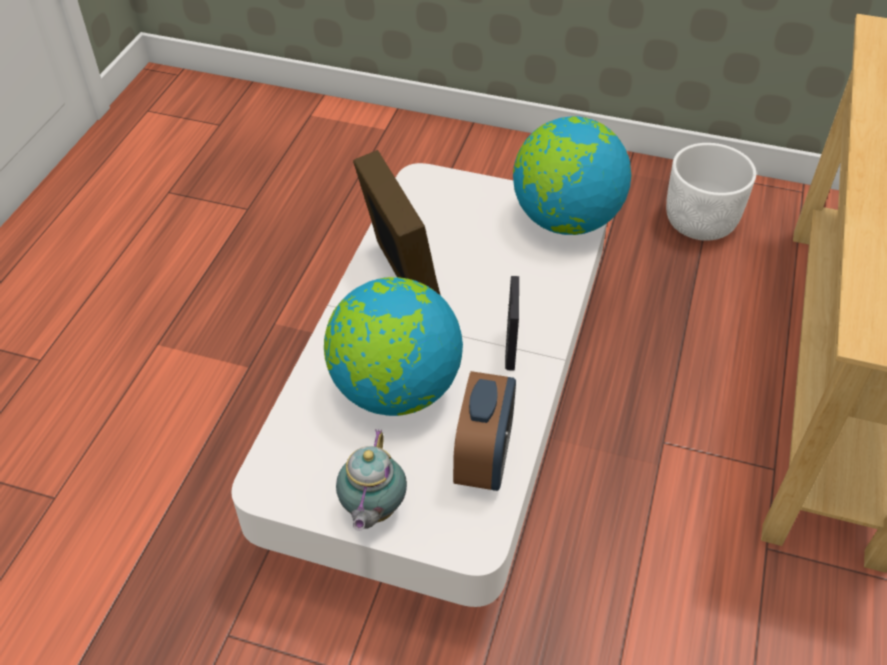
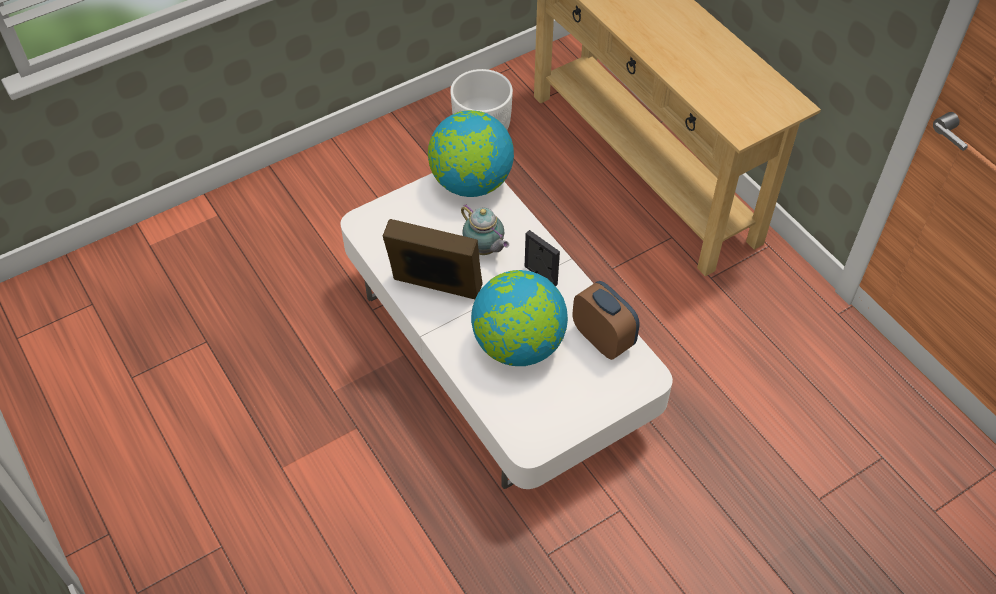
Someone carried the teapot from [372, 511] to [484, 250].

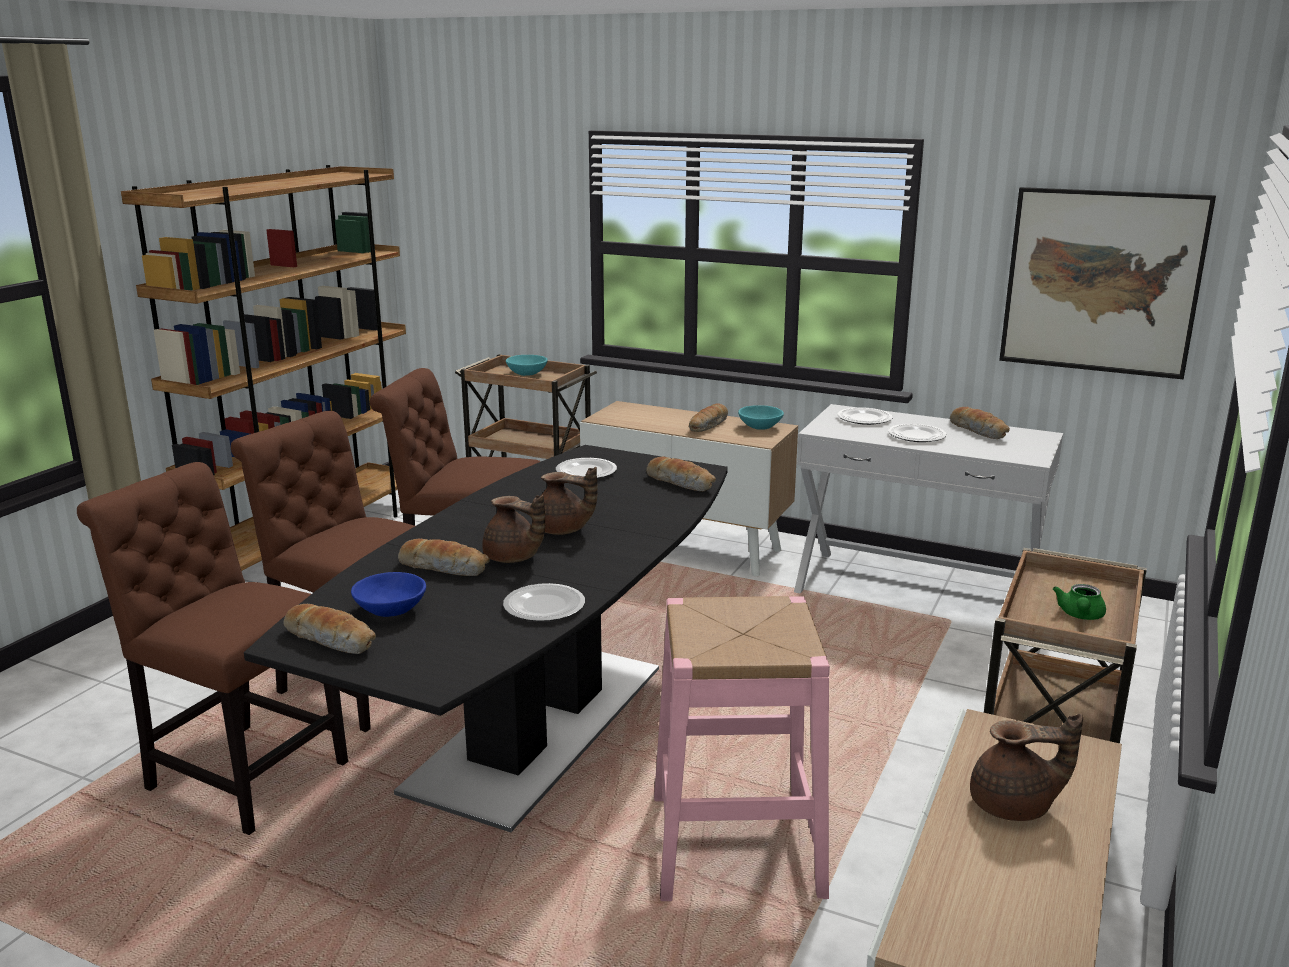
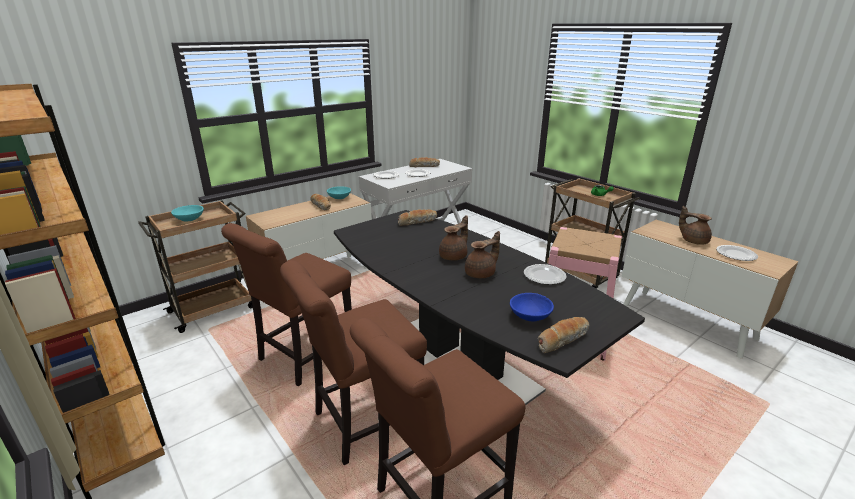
Someone rotated the brown teapot at [1014, 806] by 75 degrees counterclockwise. Someone carried the plate from [585, 472] to [736, 254]. Someone took away the bread at [445, 568]. Someone took away the picture at [1101, 281].

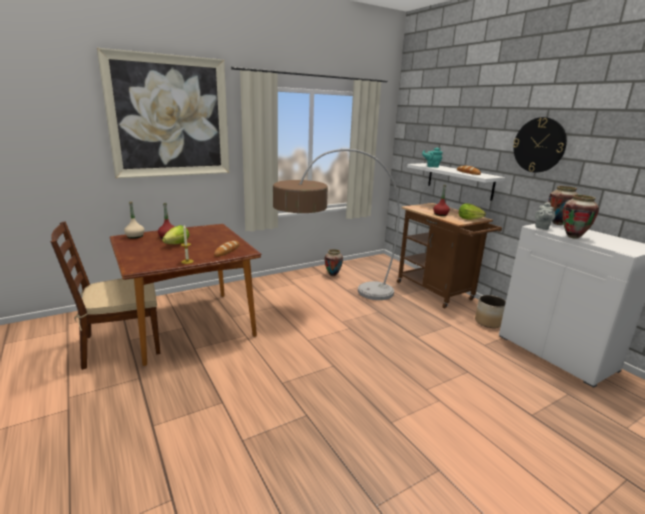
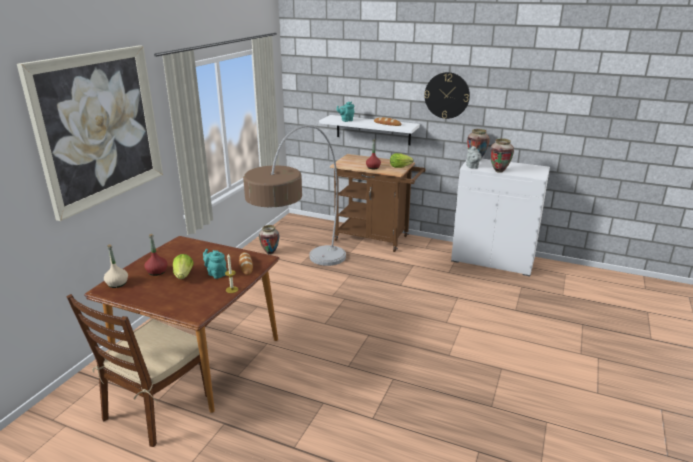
Someone put down the turquoise teapot at [216, 274]. Someone took away the planter at [488, 322].

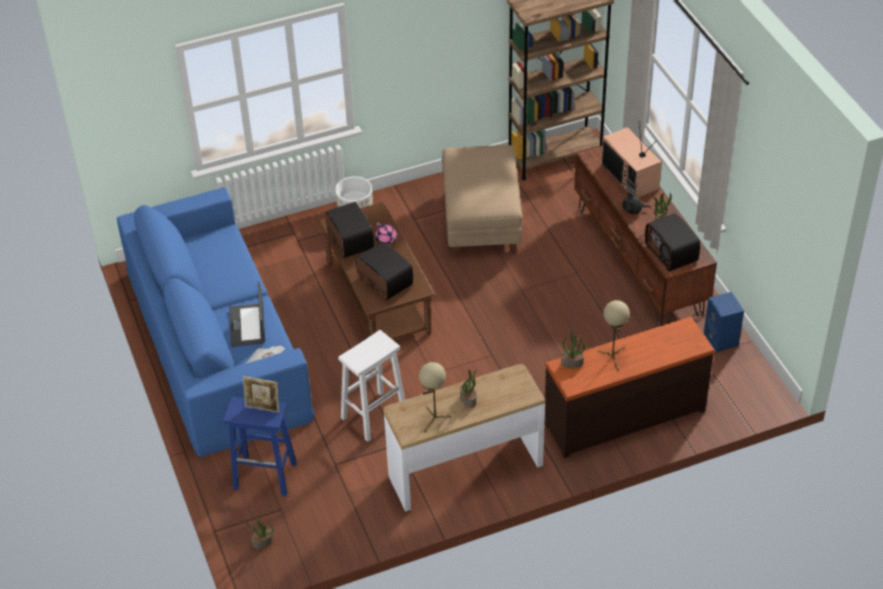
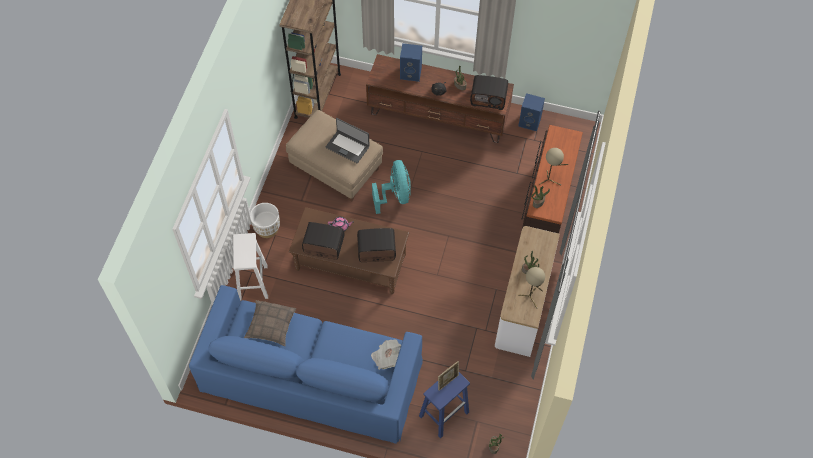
Someone carried the white stool from [375, 415] to [252, 282]. Someone put down the pillow at [271, 325]. Someone carried the laptop from [248, 325] to [347, 146]. Someone put down the turquoise fan at [395, 196]. Someone swapped the television at [631, 176] for the blue speaker at [411, 73].

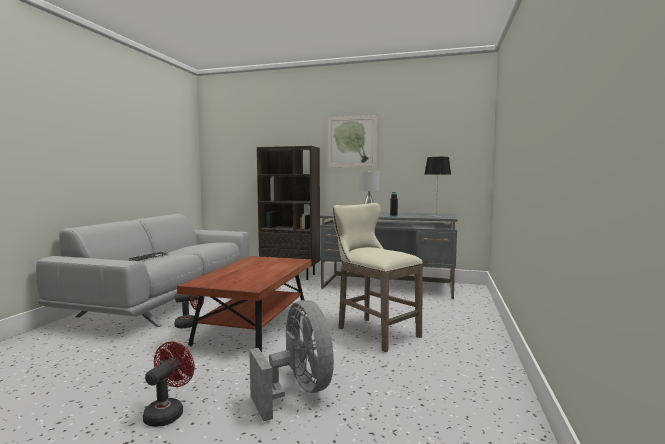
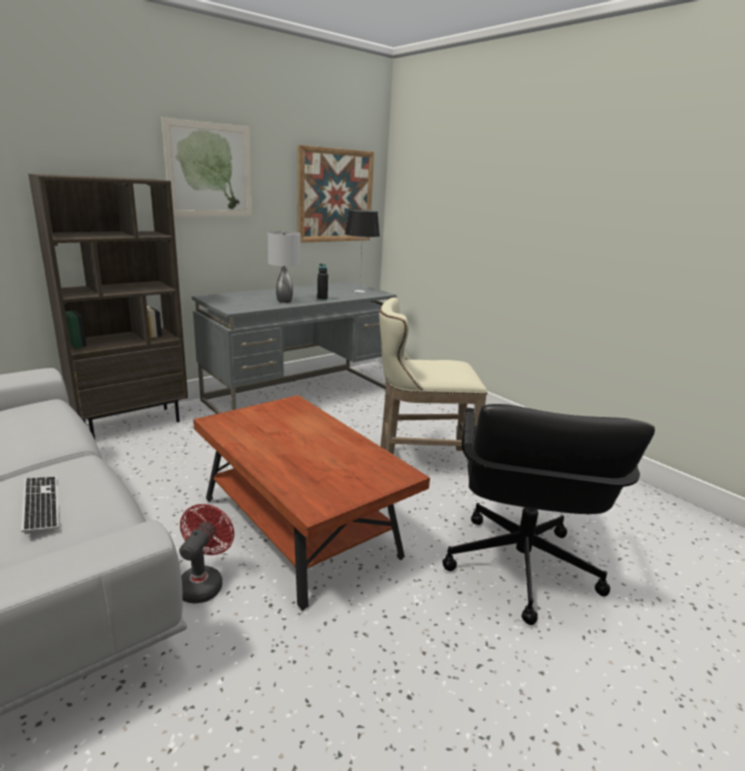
Someone put up the picture at [335, 196]. Someone swapped the grey fan at [298, 391] for the black office chair at [519, 567]. Someone took away the red fan at [168, 412].

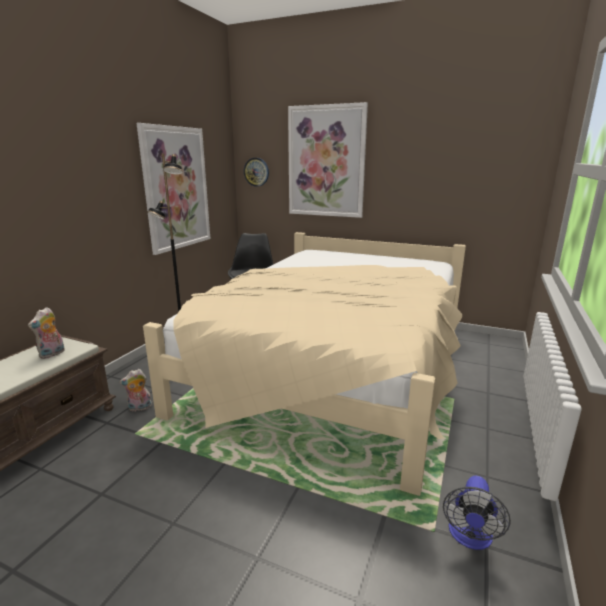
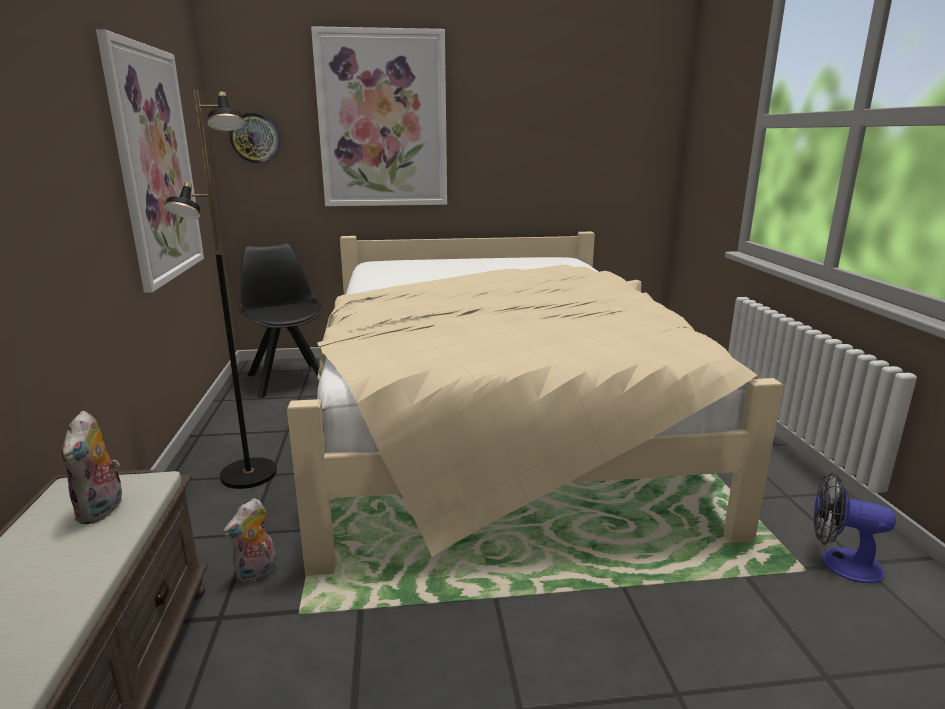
Someone rotated the fan at [470, 537] by 120 degrees clockwise.

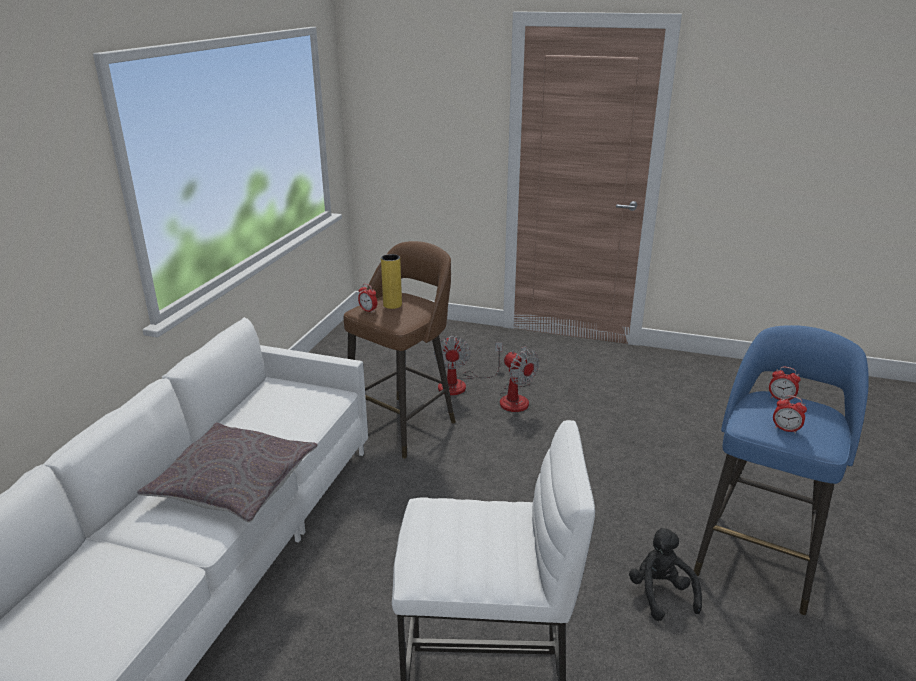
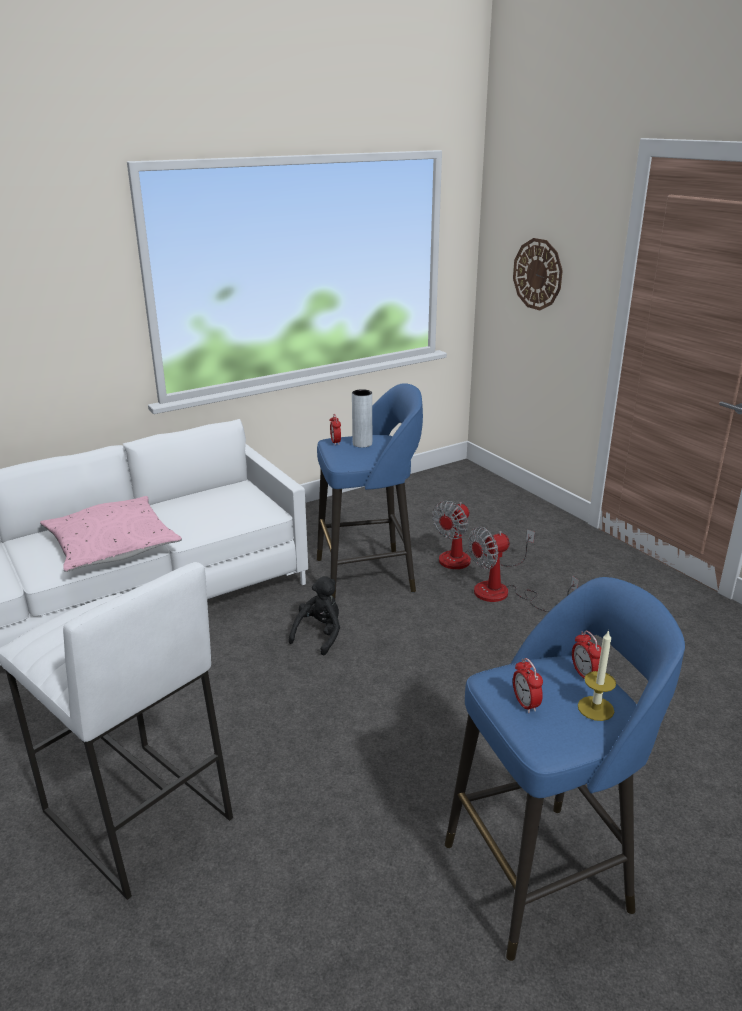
Someone repainted the grey pillow at [234, 483], which became the pink pillow at [112, 546]. Someone carried the black plush toy from [660, 594] to [319, 635]. Someone repainted the brown stool at [404, 425], which became the blue stool at [368, 575]. Someone repainted the yellow vase at [392, 305], which became the grey vase at [362, 444]. Someone rotated the fan at [516, 398] by 60 degrees clockwise. Someone put up the wall clock at [538, 274]. Someone put down the candle at [595, 708].

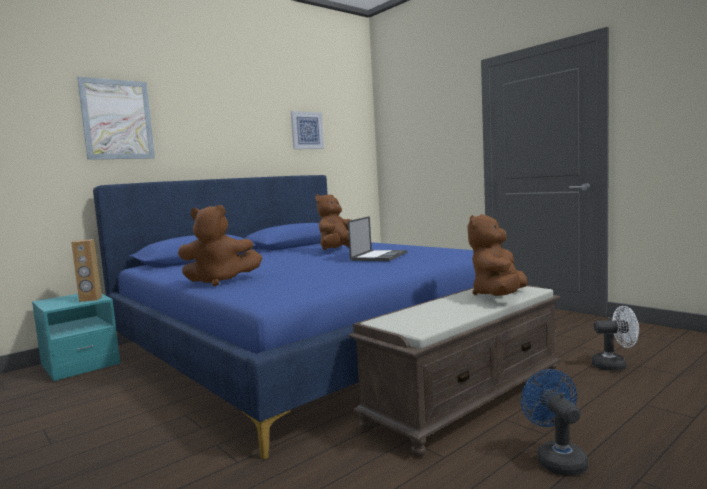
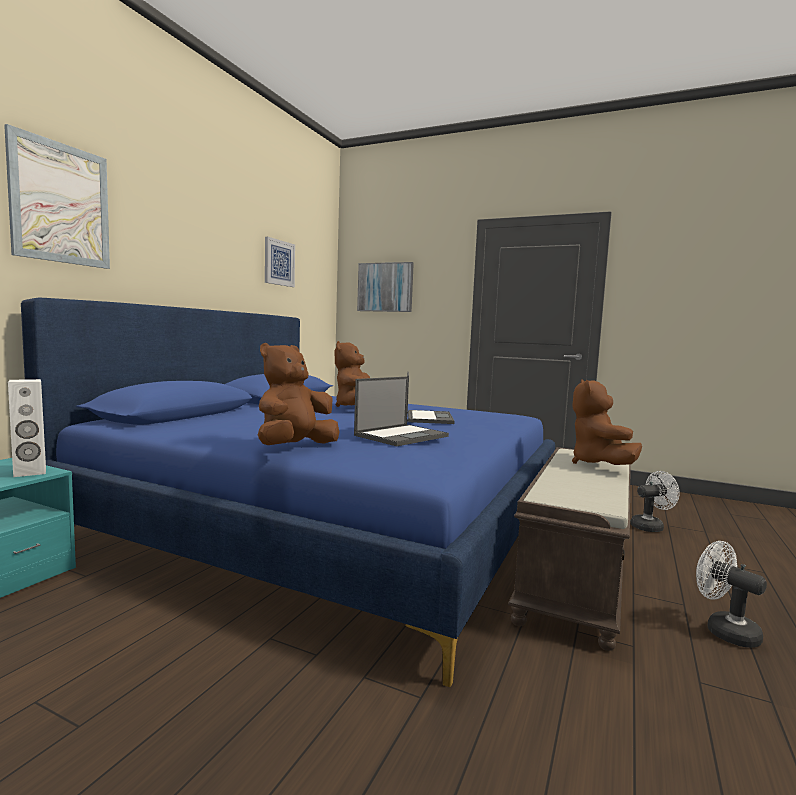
Someone repainted the brown speaker at [90, 299], which became the white speaker at [30, 472]. Someone rotated the brown plush toy at [219, 281] by 150 degrees clockwise. Someone put down the laptop at [402, 436]. Someone put up the picture at [385, 287]. Someone repainted the blue fan at [556, 459], which became the white fan at [724, 630].

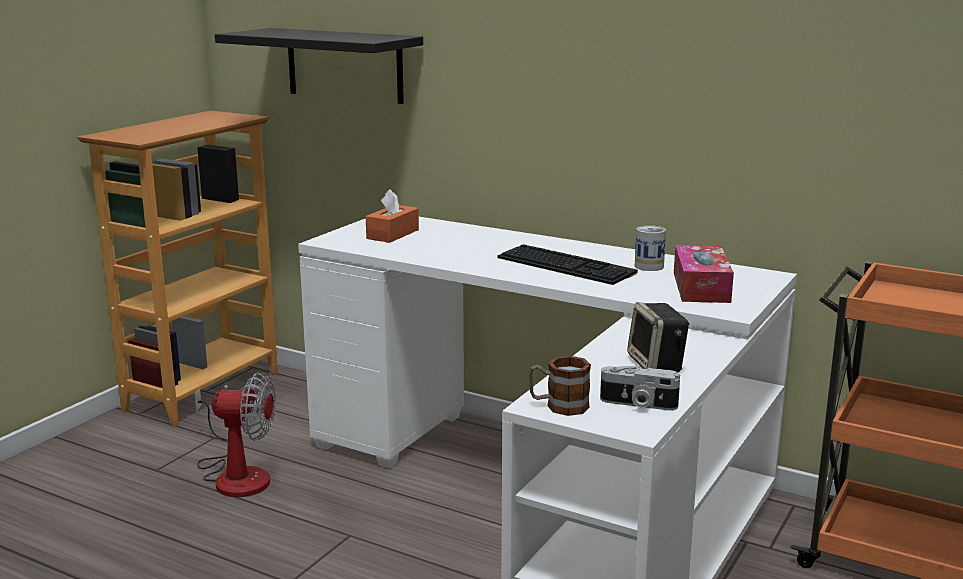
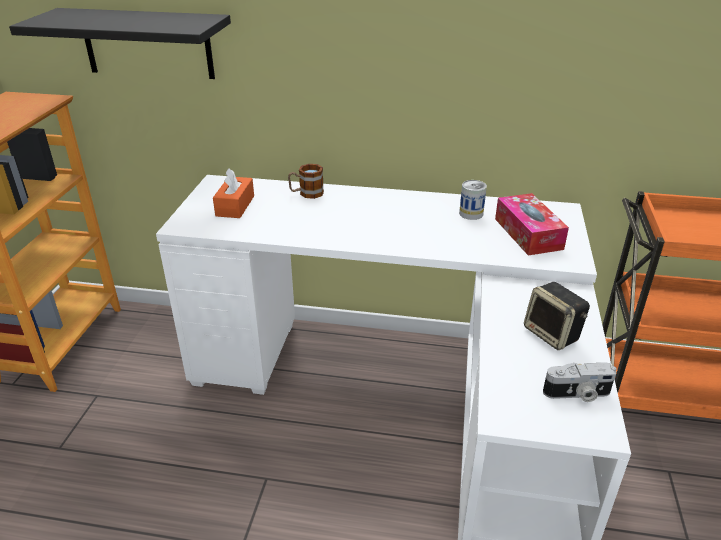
Someone carried the mug from [558, 406] to [306, 193]. Someone took away the fan at [236, 474]. Someone took away the keyboard at [568, 265].

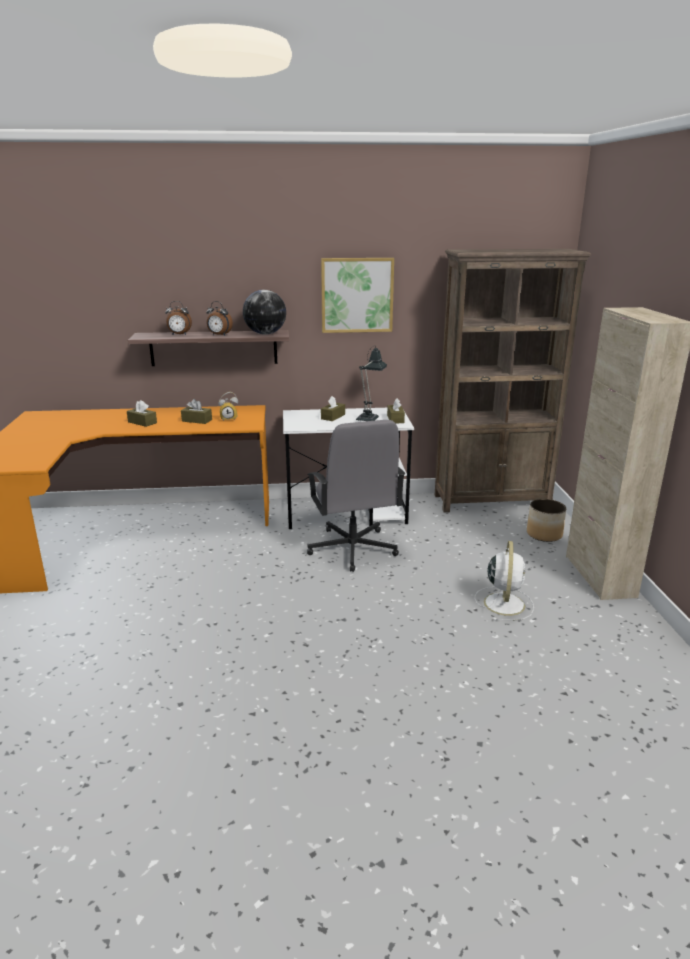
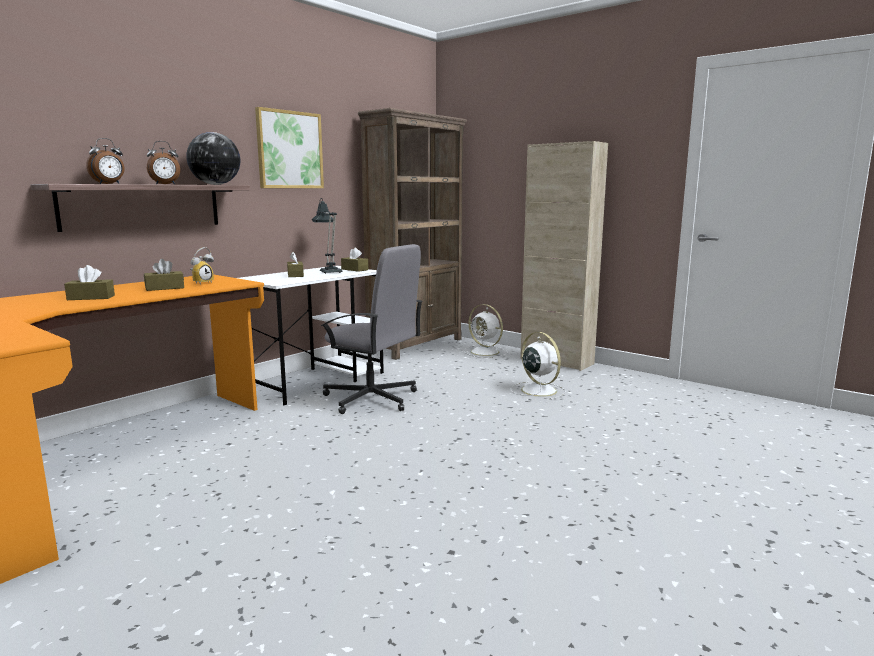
Someone swapped the planter at [544, 534] for the white fan at [485, 352].

